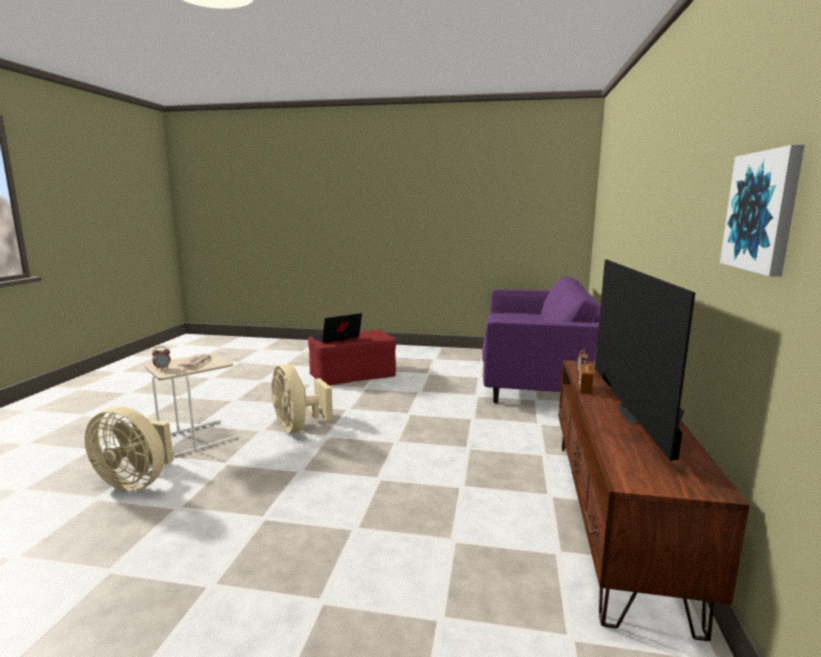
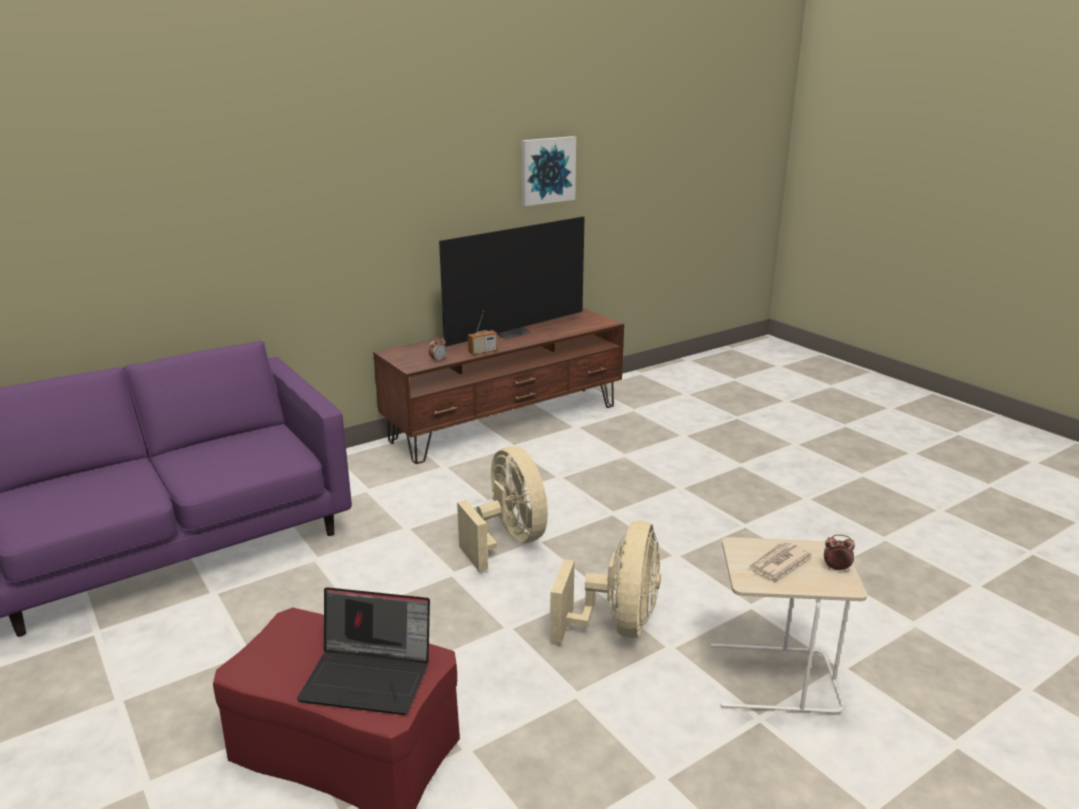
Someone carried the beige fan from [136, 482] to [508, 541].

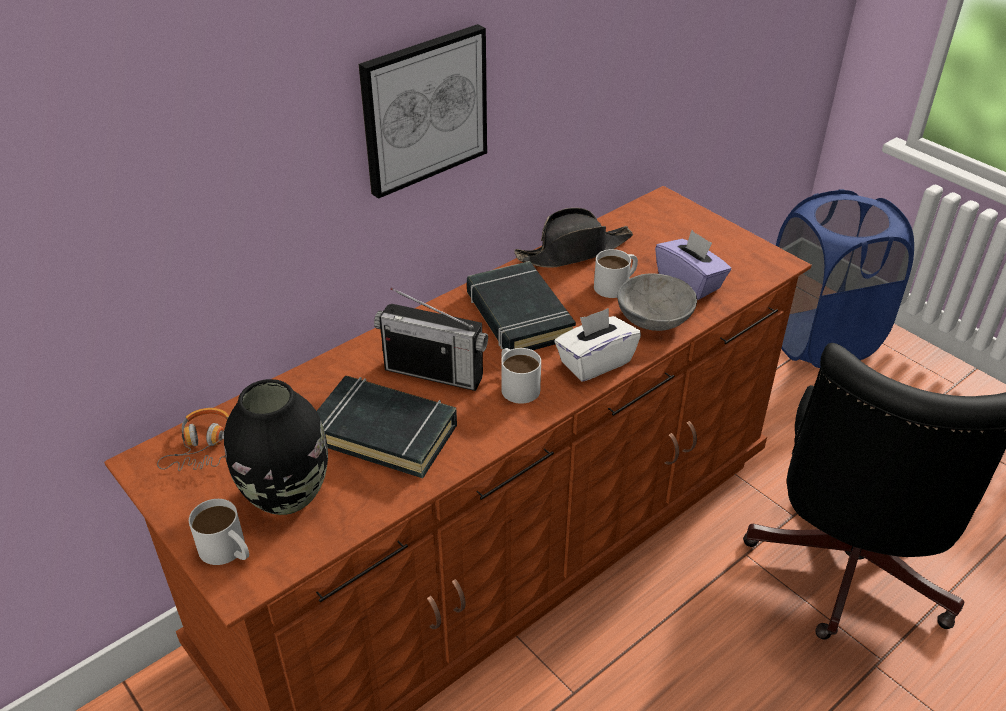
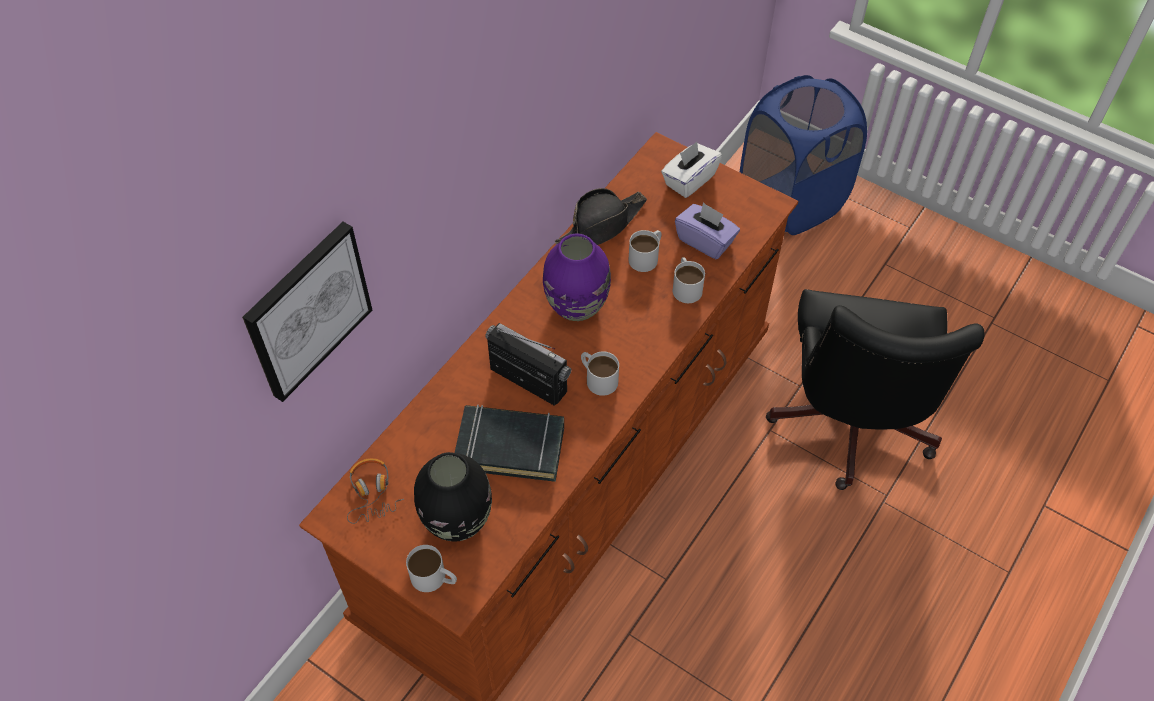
Someone carried the picture from [423, 109] to [307, 310]. Someone rotated the radio at [434, 372] by 150 degrees counterclockwise. Someone swapped the black book at [518, 315] for the purple vase at [576, 307]. Someone carried the white tissue box from [595, 362] to [689, 180]. Someone swapped the grey bowl at [653, 318] for the white mug at [686, 286].

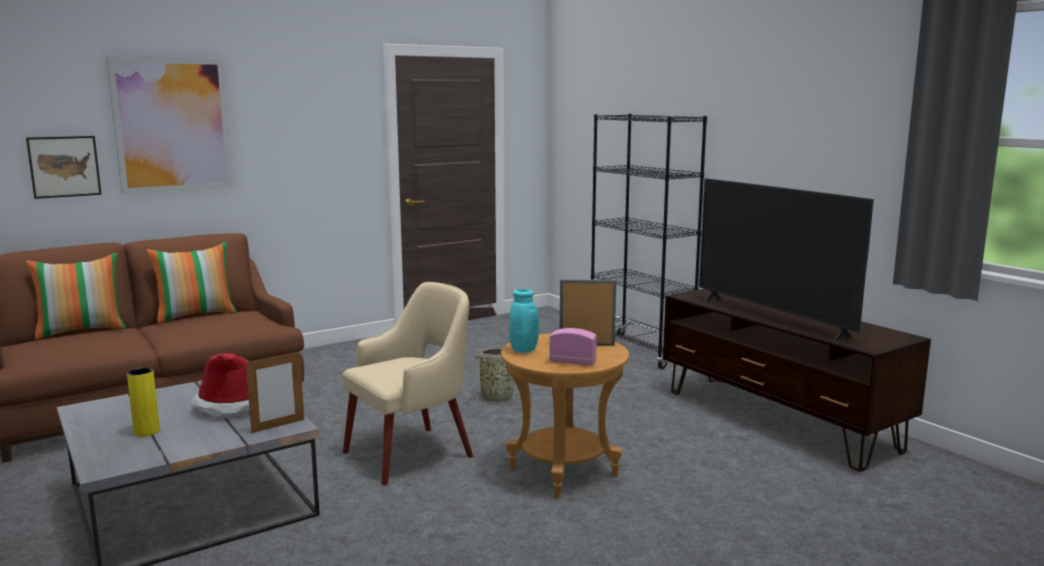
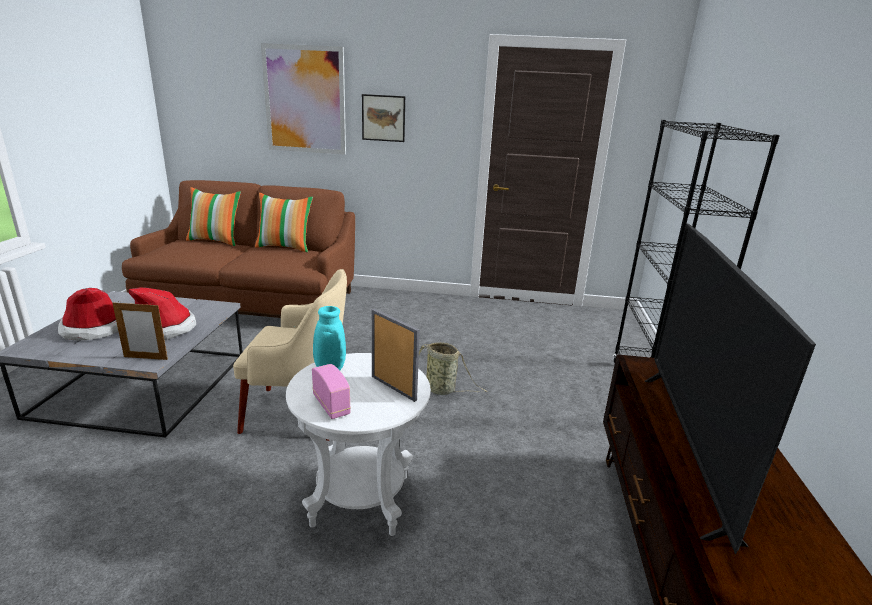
Someone swapped the yellow vase at [147, 432] for the hat at [94, 329]. Someone repainted the brown side table at [563, 472], which became the white side table at [361, 499]. Someone carried the picture from [64, 166] to [383, 118].

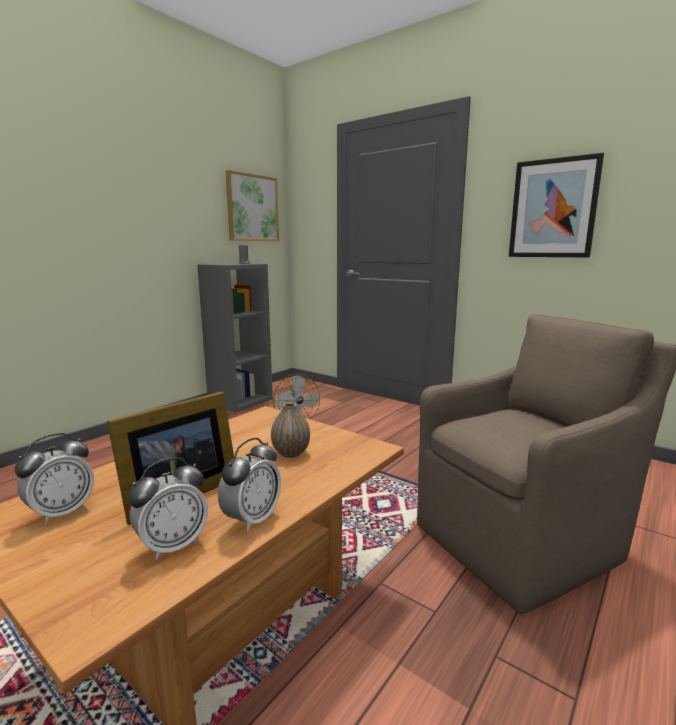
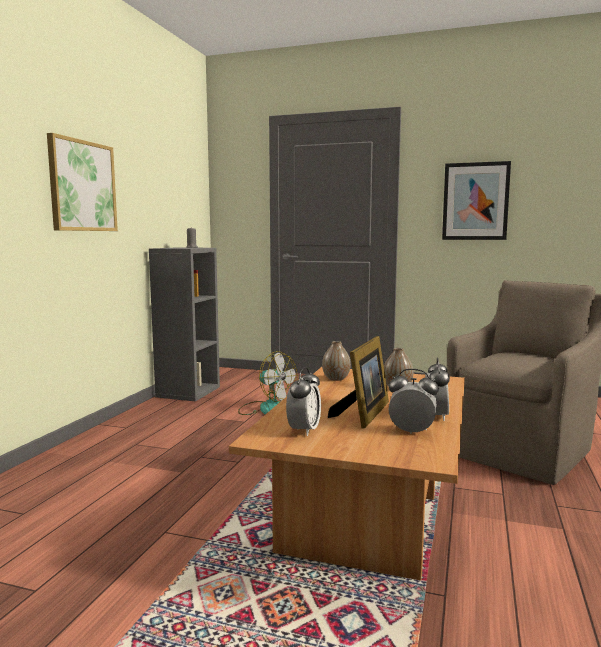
Someone carried the picture from [252, 208] to [82, 186]. Someone put down the vase at [336, 379]. Someone rotated the alarm clock at [173, 545] by 105 degrees counterclockwise.

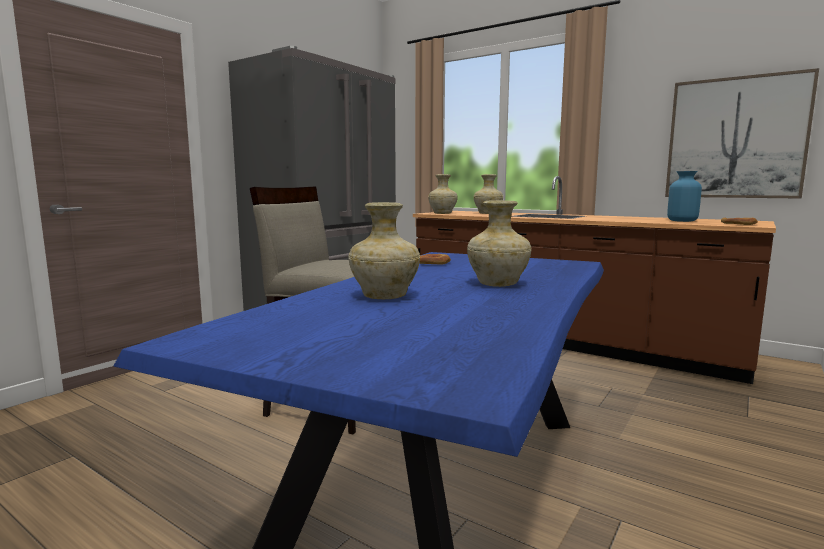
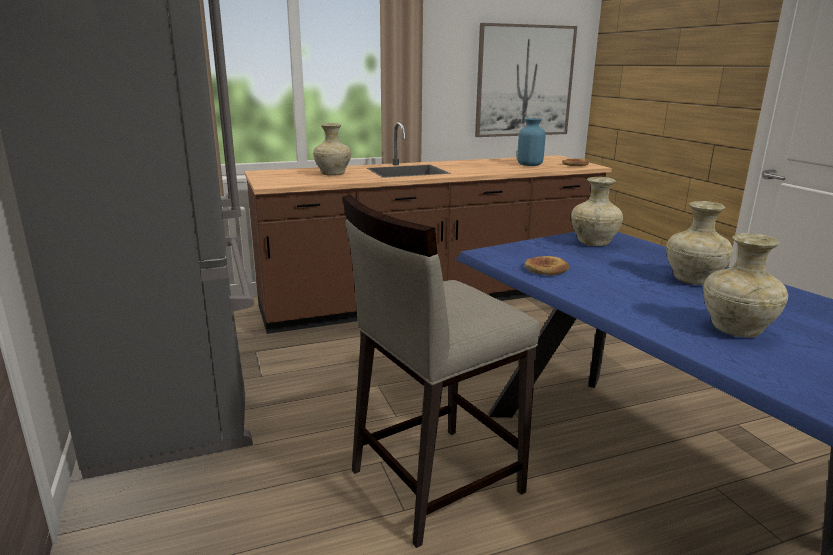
Someone carried the beige vase from [443, 213] to [594, 243].

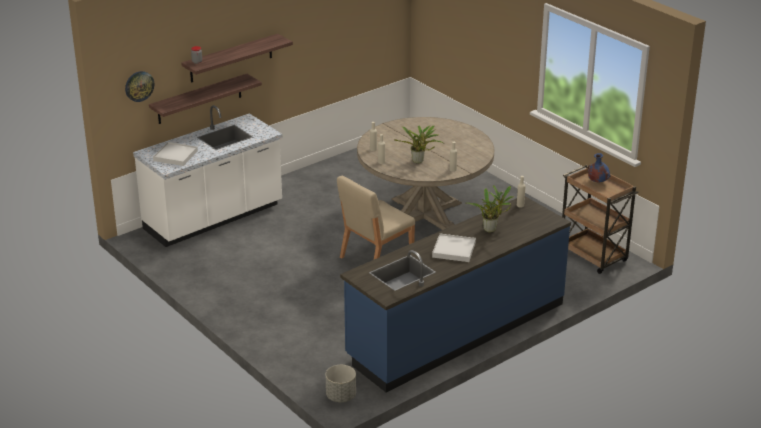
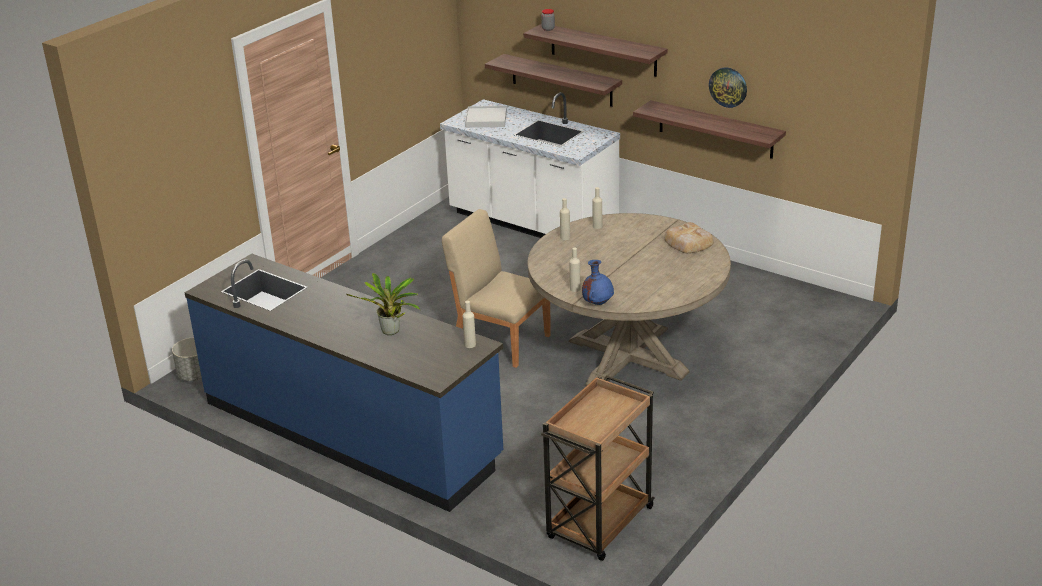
Someone carried the blue vase from [597, 182] to [598, 303]. Someone put up the shelf at [715, 129]. Someone put down the bread at [688, 242]. Someone carried the wall clock from [139, 86] to [728, 87]. Someone took away the potted plant at [419, 162]. Someone took away the white tray at [454, 250].

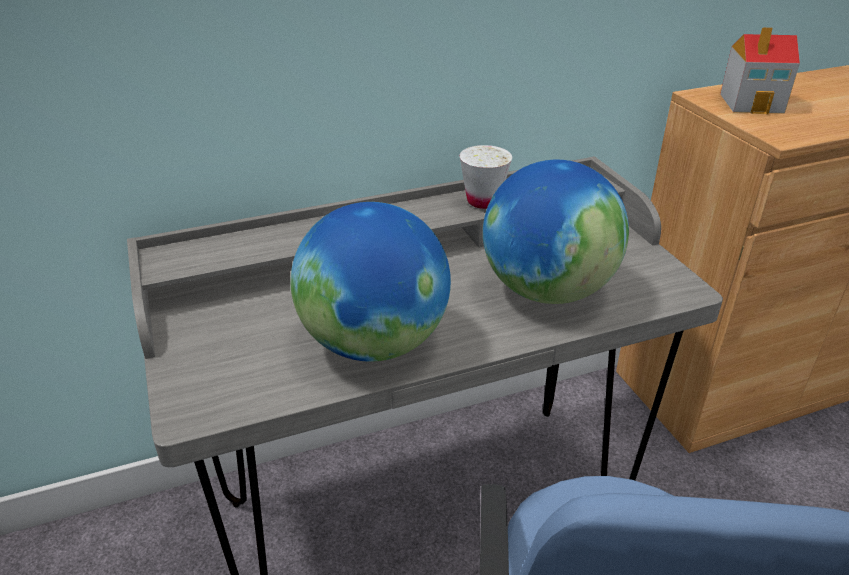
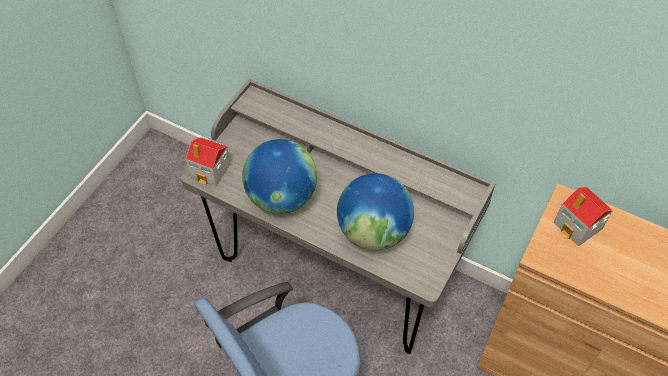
Someone put down the toy house at [211, 170]. Someone took away the white cup at [483, 201].

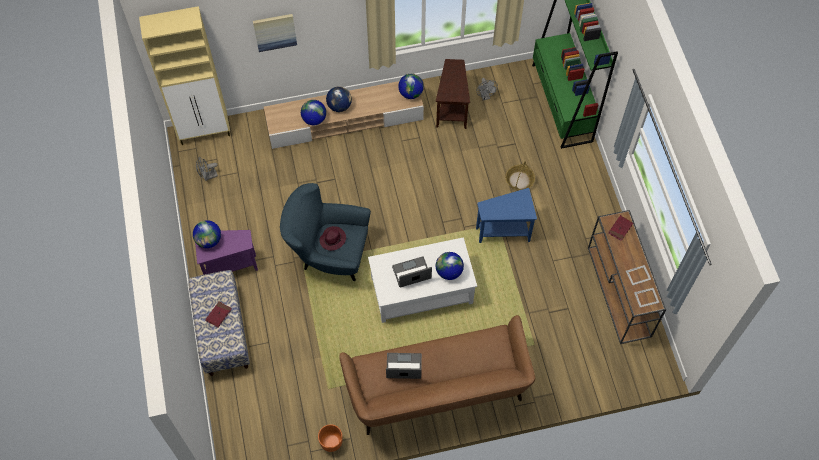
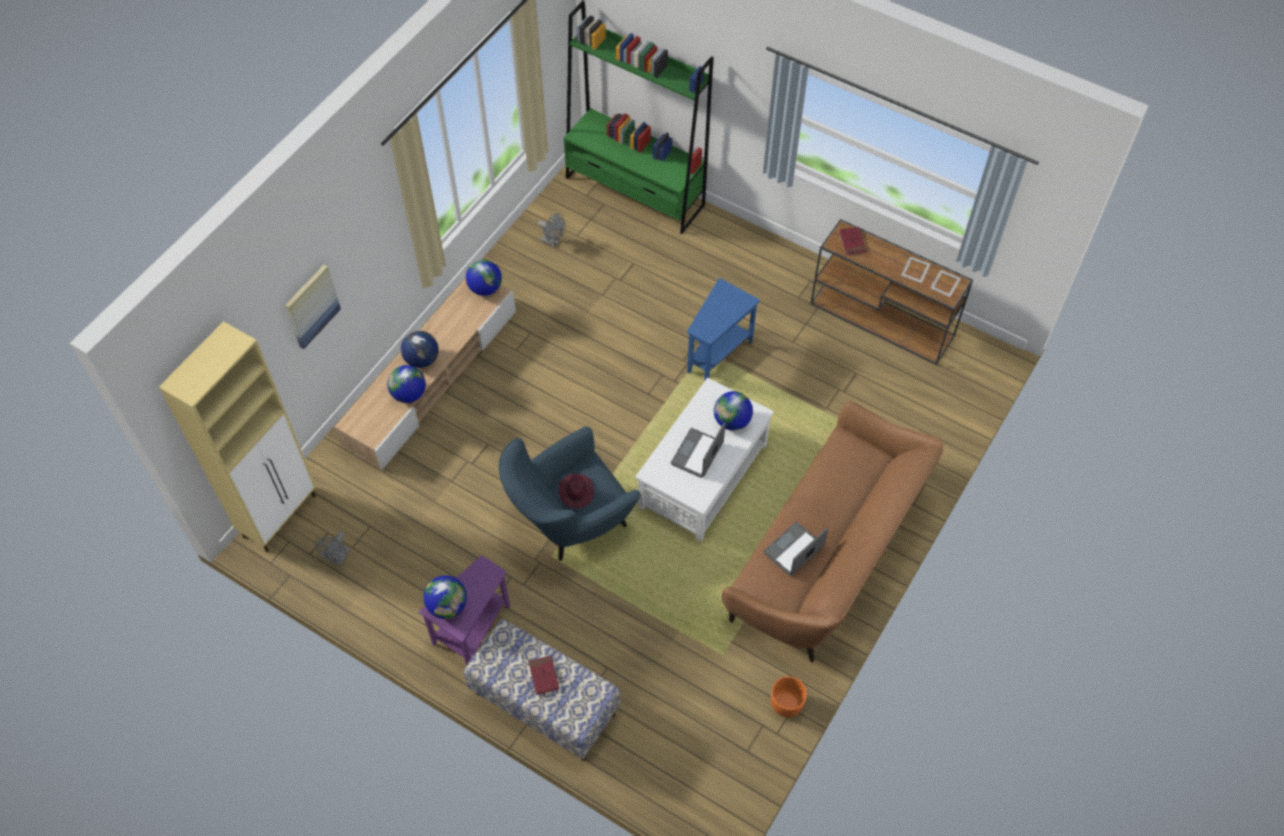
Someone took away the brown side table at [452, 110]. Someone took away the basket at [519, 180].

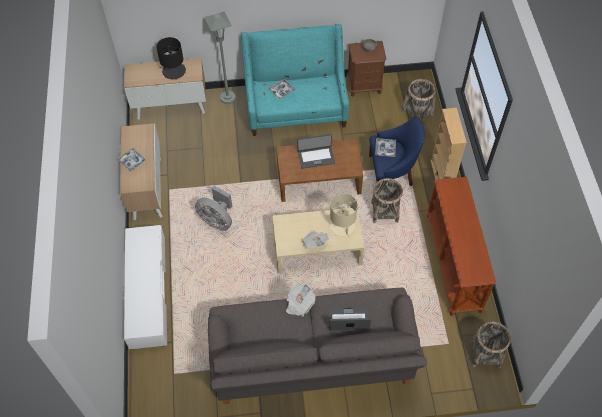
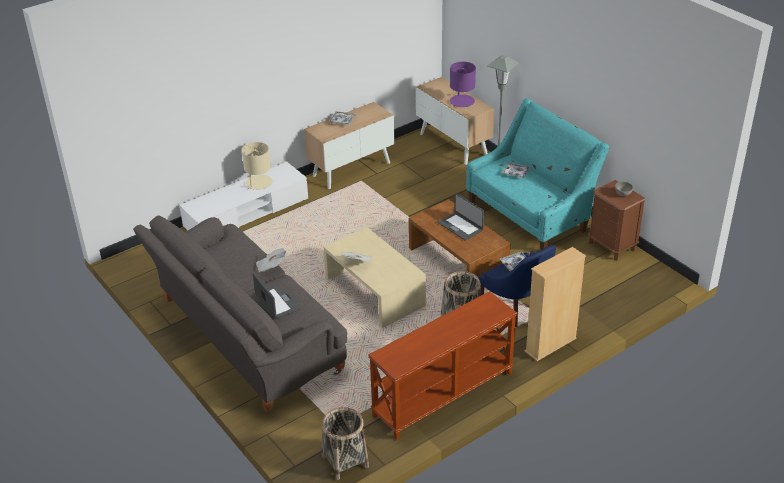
Someone carried the beige table lamp from [342, 226] to [259, 183]. Someone repainted the black table lamp at [173, 71], which became the purple table lamp at [462, 101]. Someone took away the grey fan at [217, 220]. Someone took away the basket at [417, 113].

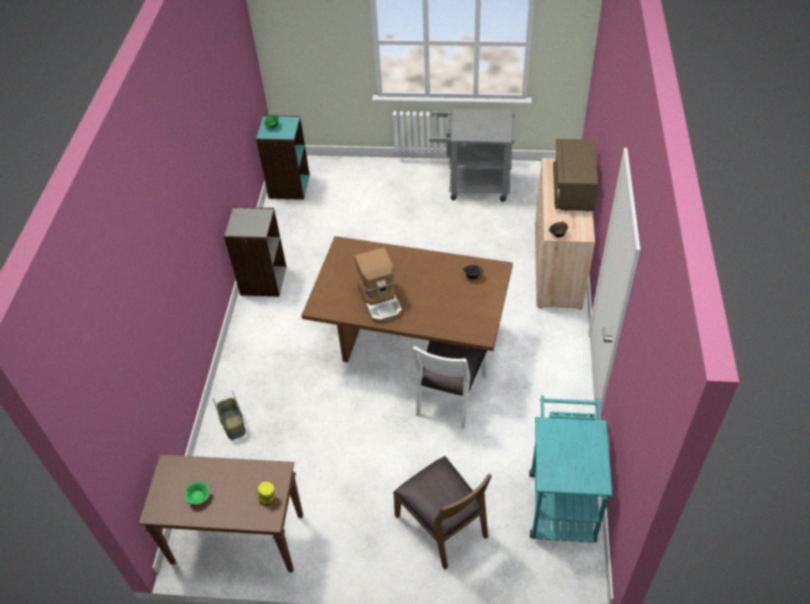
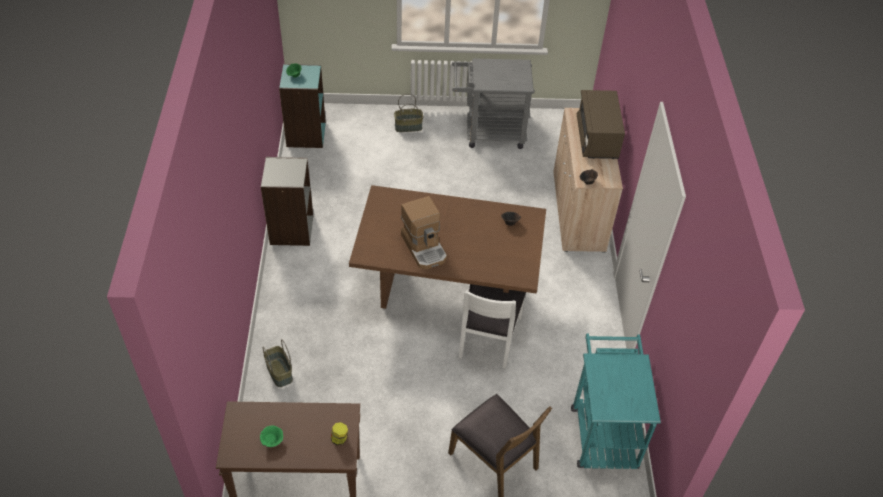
Someone put down the basket at [408, 126].

